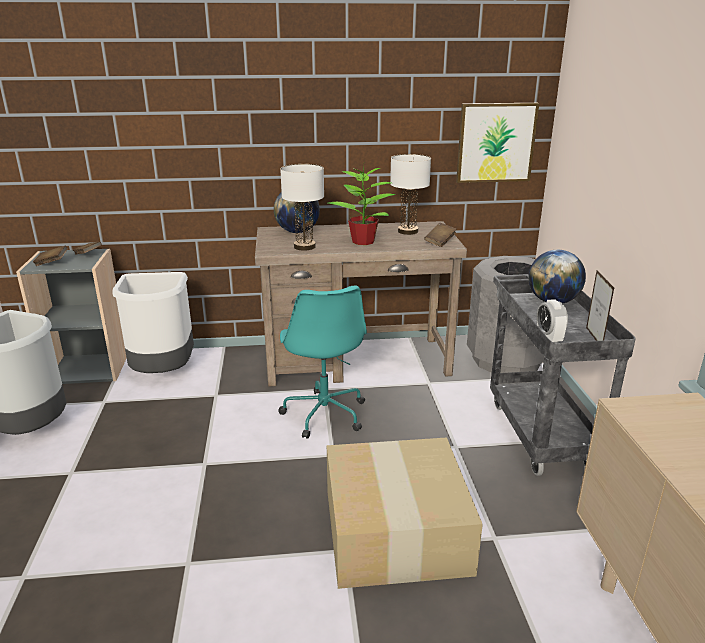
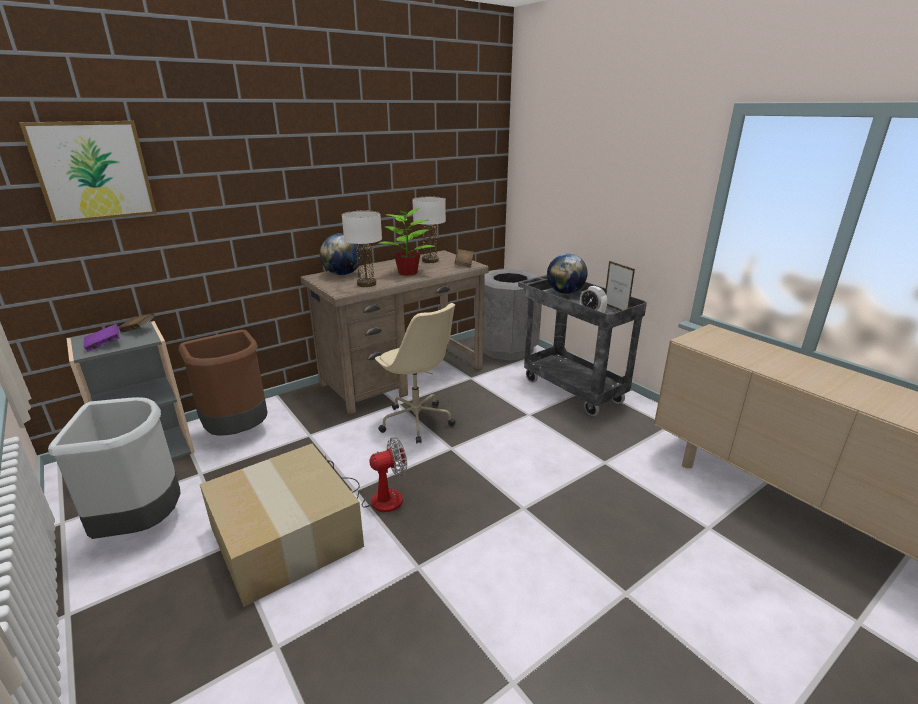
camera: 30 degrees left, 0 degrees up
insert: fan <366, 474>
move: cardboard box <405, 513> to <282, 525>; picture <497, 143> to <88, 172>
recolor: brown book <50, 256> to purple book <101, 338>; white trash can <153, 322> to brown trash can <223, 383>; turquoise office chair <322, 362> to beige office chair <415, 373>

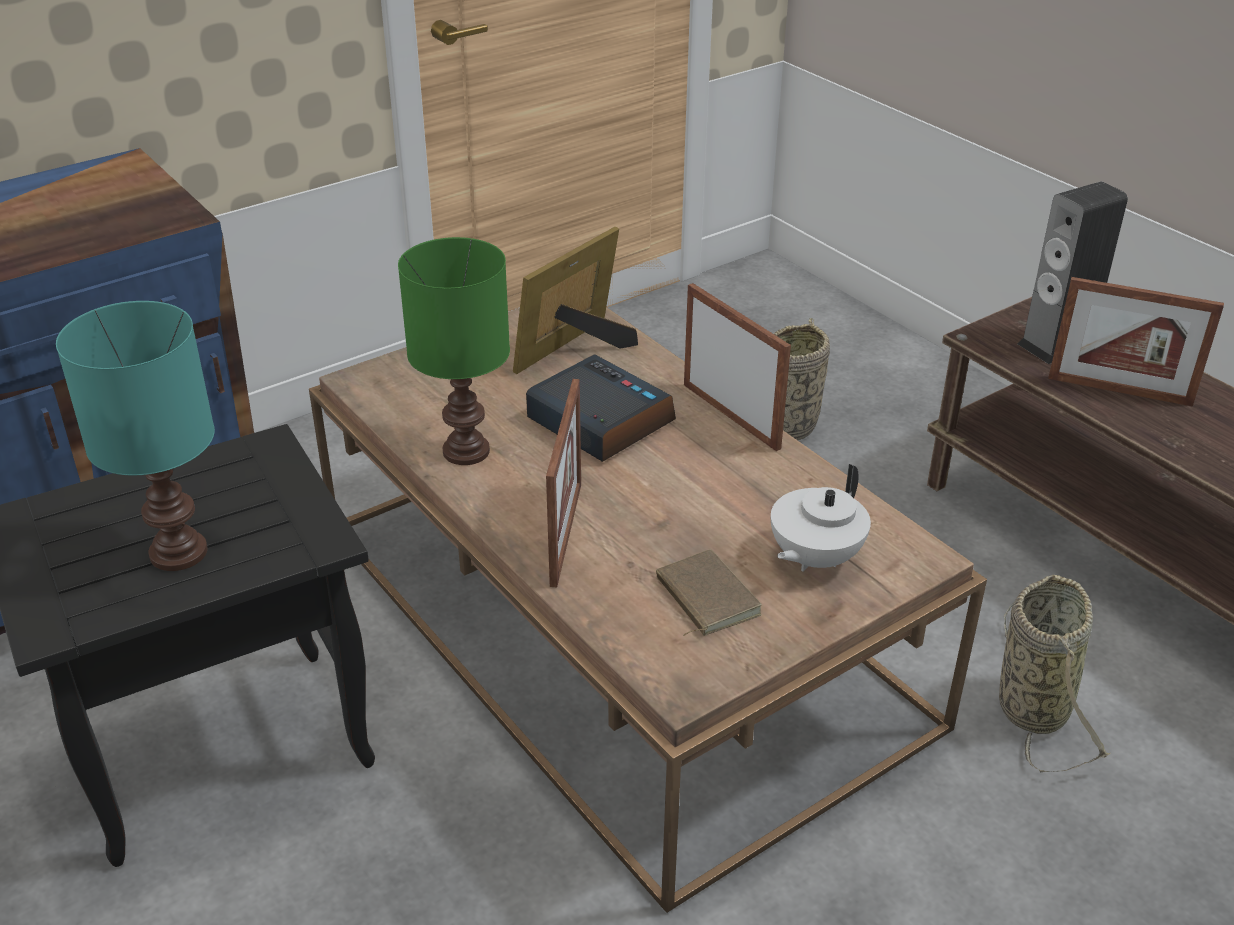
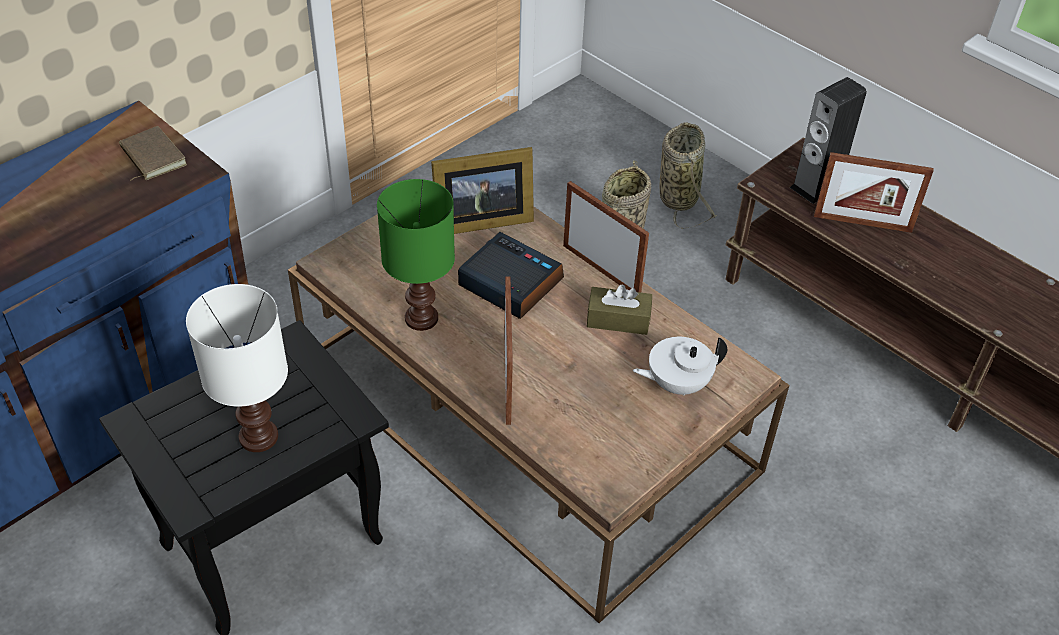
camera: 10 degrees left, 10 degrees up
insert: brown tissue box <619, 309>
move: brown book <709, 592> to <153, 153>; basket <1054, 673> to <688, 175>
recolor: turquoise table lamp <135, 436> to white table lamp <237, 368>
rotate: picture frame <575, 300> = <482, 190> 135 degrees counterclockwise; white teapot <821, 517> = <680, 366> 45 degrees clockwise

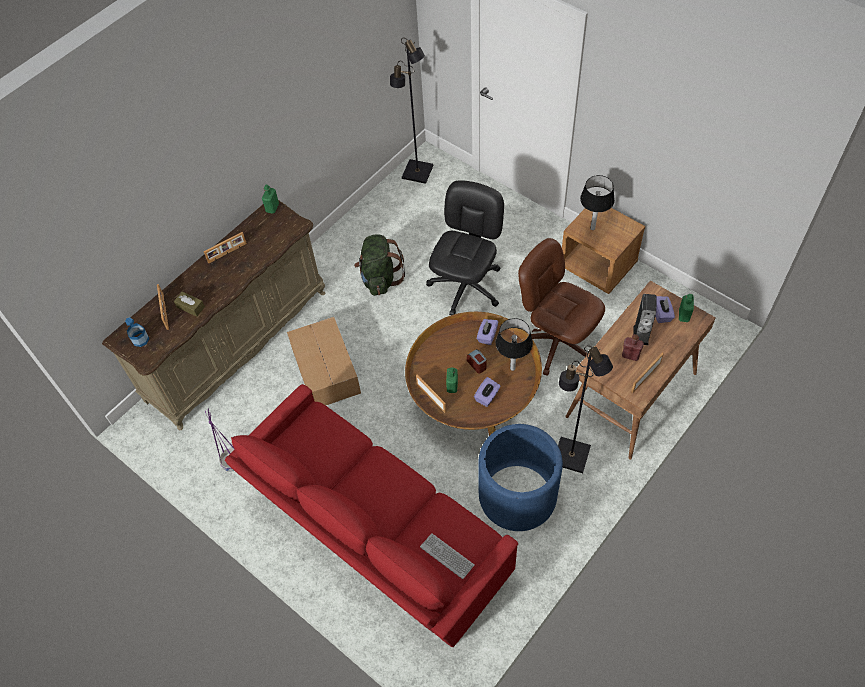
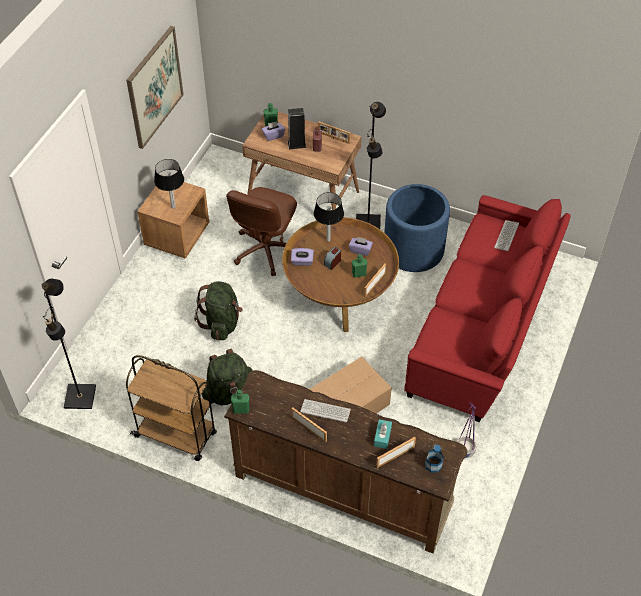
camera: 110 degrees left, 5 degrees down
insert: picture <155, 87>; brown cart <171, 408>; keyboard <325, 410>
replace: black office chair <465, 247> to green backpack <218, 310>
recolor: brown tissue box <189, 304> to turquoise tissue box <383, 434>

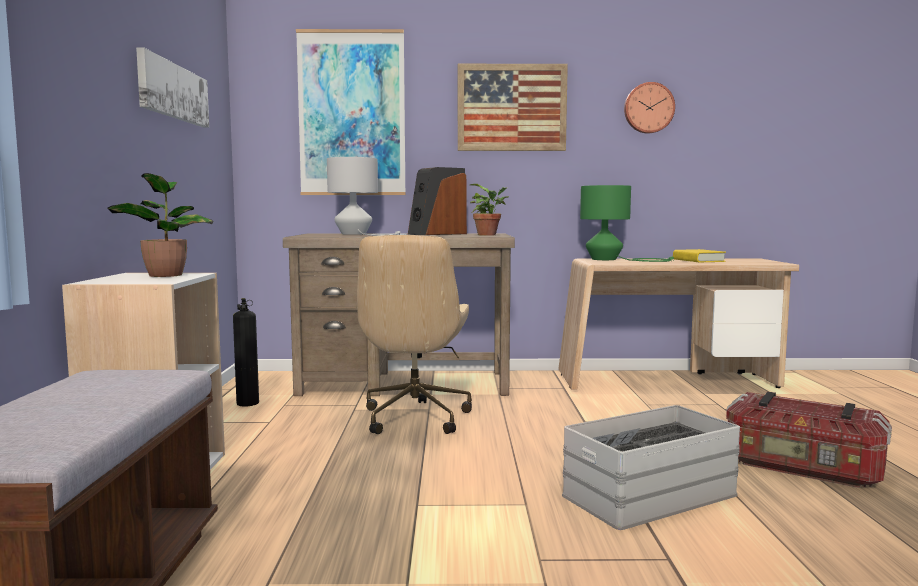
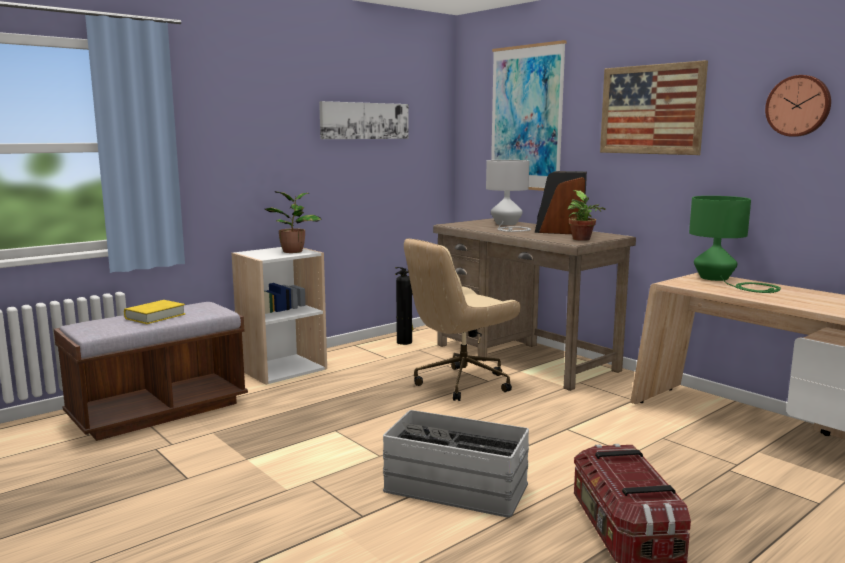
camera: 50 degrees right, 5 degrees up
move: yellow book <699, 255> to <155, 312>

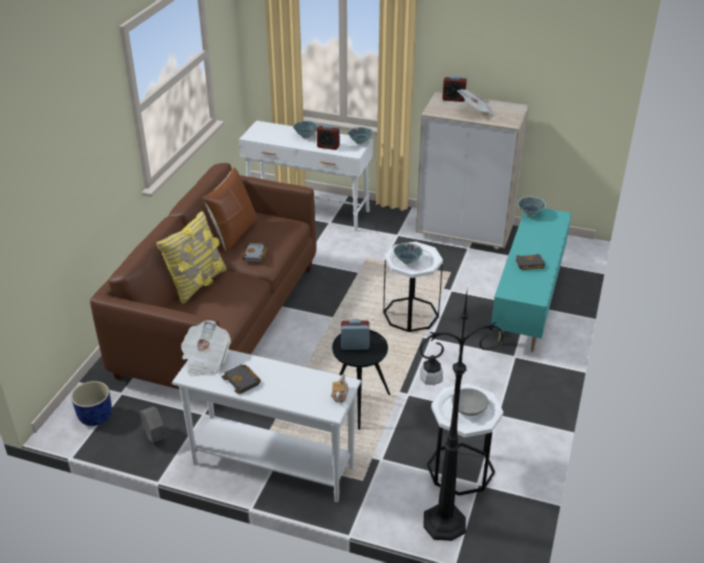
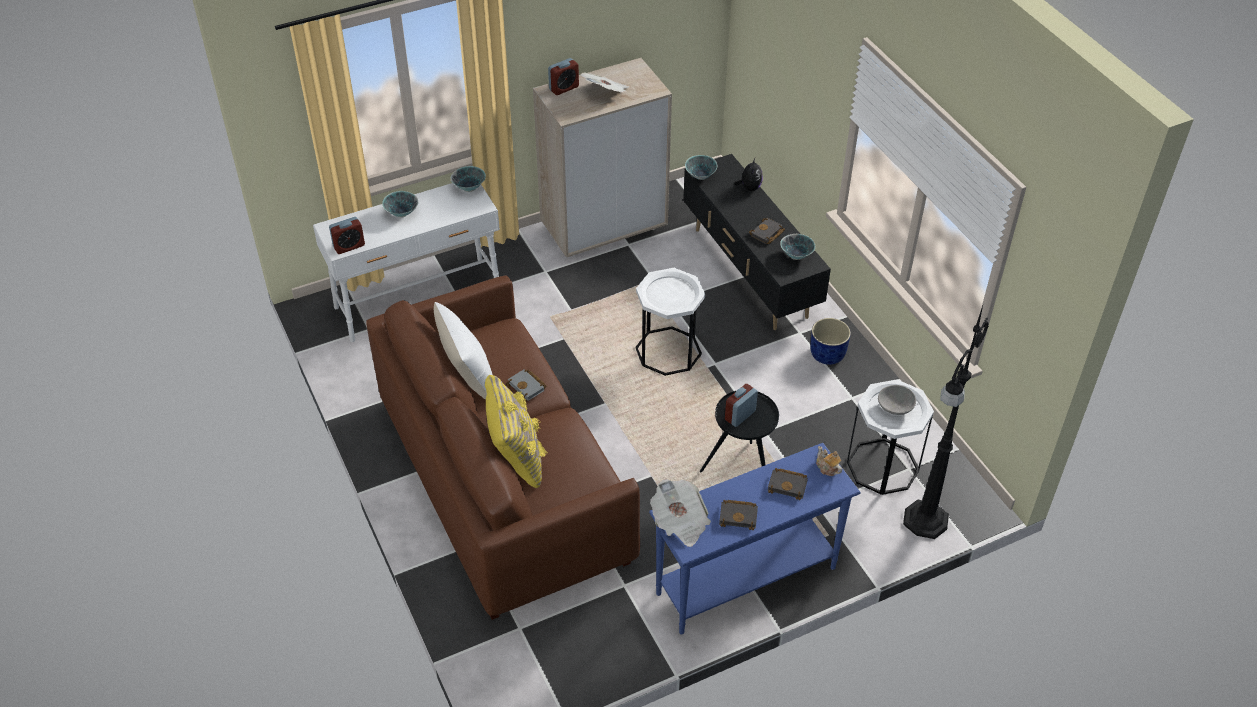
camera: 45 degrees left, 10 degrees up
delete: grey planter <153, 424>
insert: plush toy <748, 174>; black book <787, 484>
move: blue planter <91, 403> to <830, 341>; alarm clock <328, 137> to <347, 235>; bowl <408, 253> to <797, 247>
recolor: white console table <266, 426> to blue console table <755, 539>; brown pillow <230, 209> to white pillow <463, 351>; turquoise tv stand <531, 280> to black tv stand <757, 242>

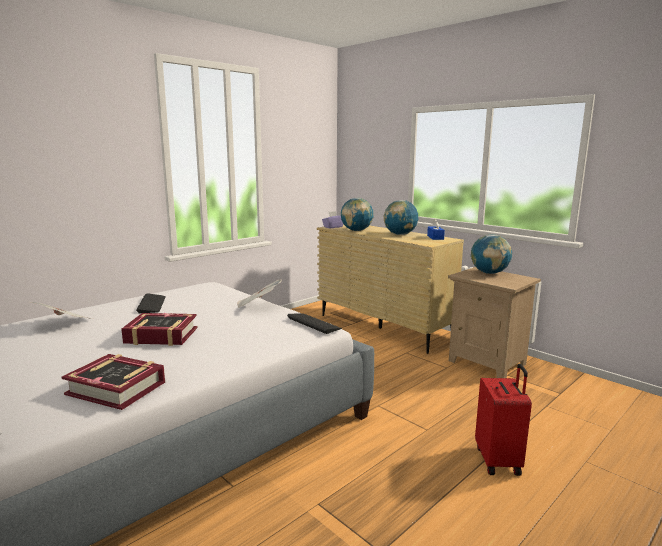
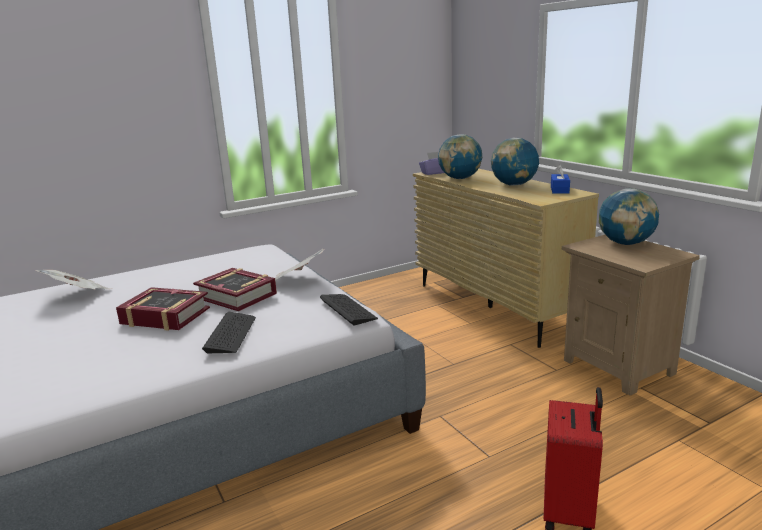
camera: 15 degrees right, 5 degrees up
move: book <113, 382> to <235, 289>; keyboard <150, 303> to <229, 332>

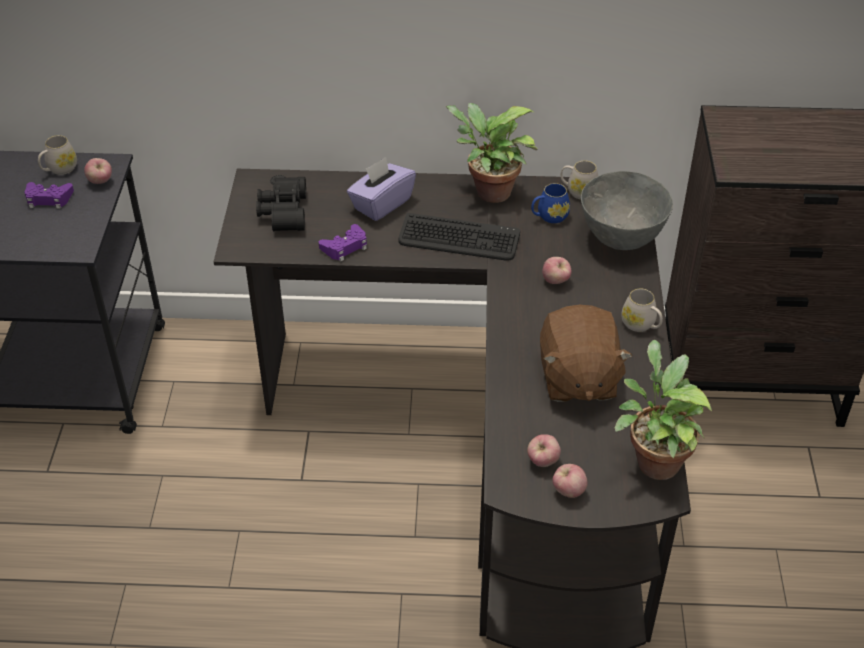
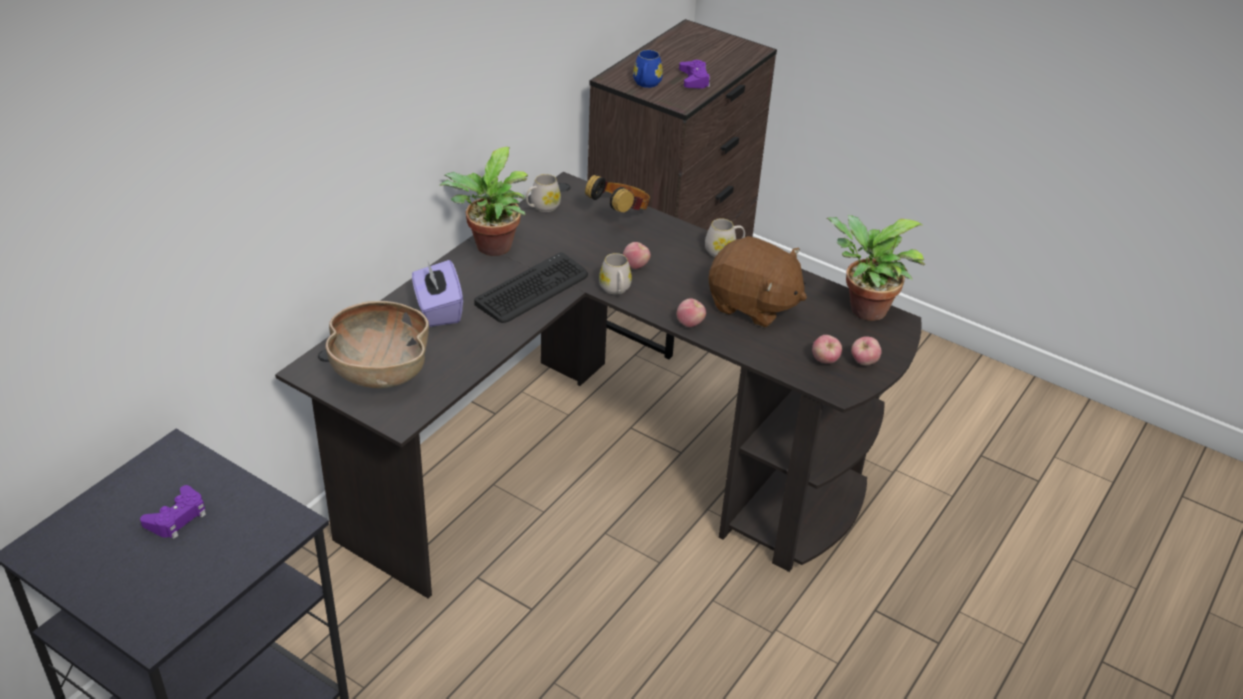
camera: 60 degrees left, 5 degrees down
move: white mug <57, 155> to <615, 273>; apple <98, 171> to <691, 312>; purple game controller <343, 243> to <694, 74>; blue mug <550, 203> to <648, 69>
replace: black binoculars <281, 204> to brown bowl <377, 345>; grey bowl <627, 210> to headphones <617, 194>

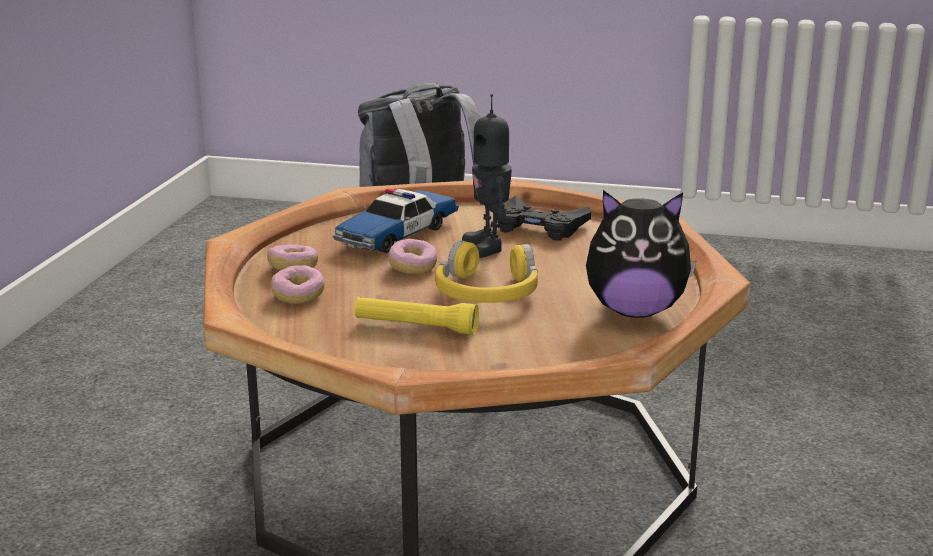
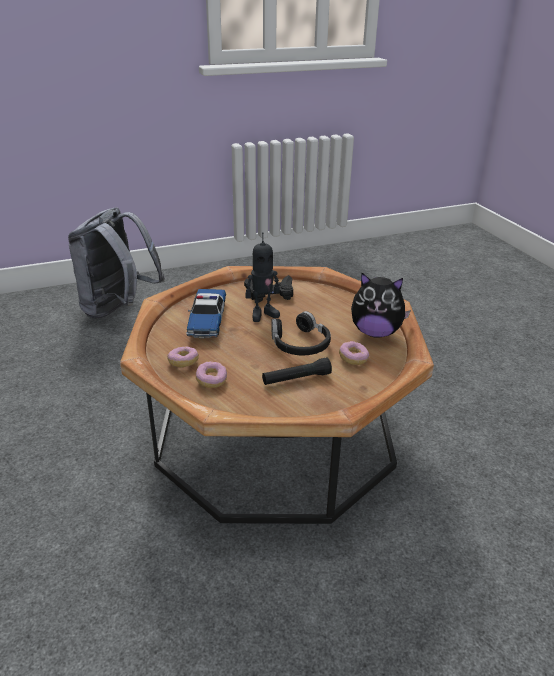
camera: 35 degrees left, 10 degrees up
move: donut <412, 256> to <354, 353>
recolor: yellow flashlight <416, 315> to black flashlight <297, 371>; yellow headphones <486, 272> to black headphones <301, 333>
rotate: toy robot <487, 176> = <262, 277> 60 degrees counterclockwise; plush toy <641, 254> = <381, 305> 45 degrees clockwise

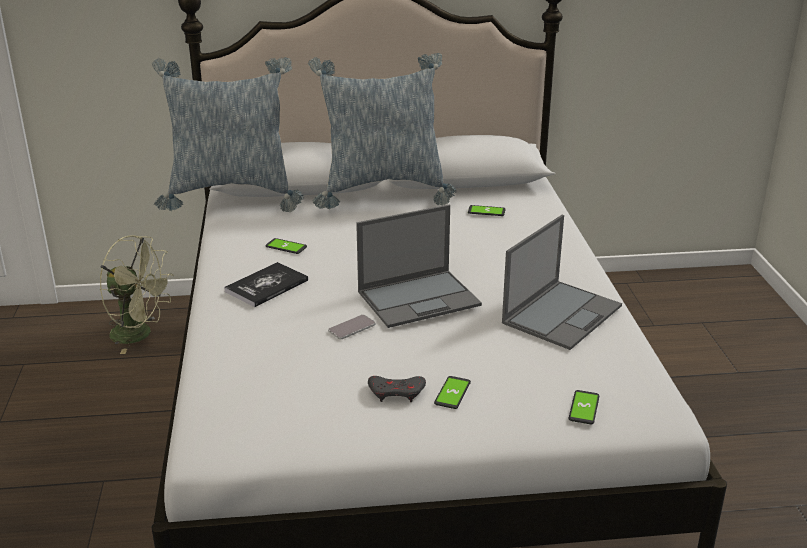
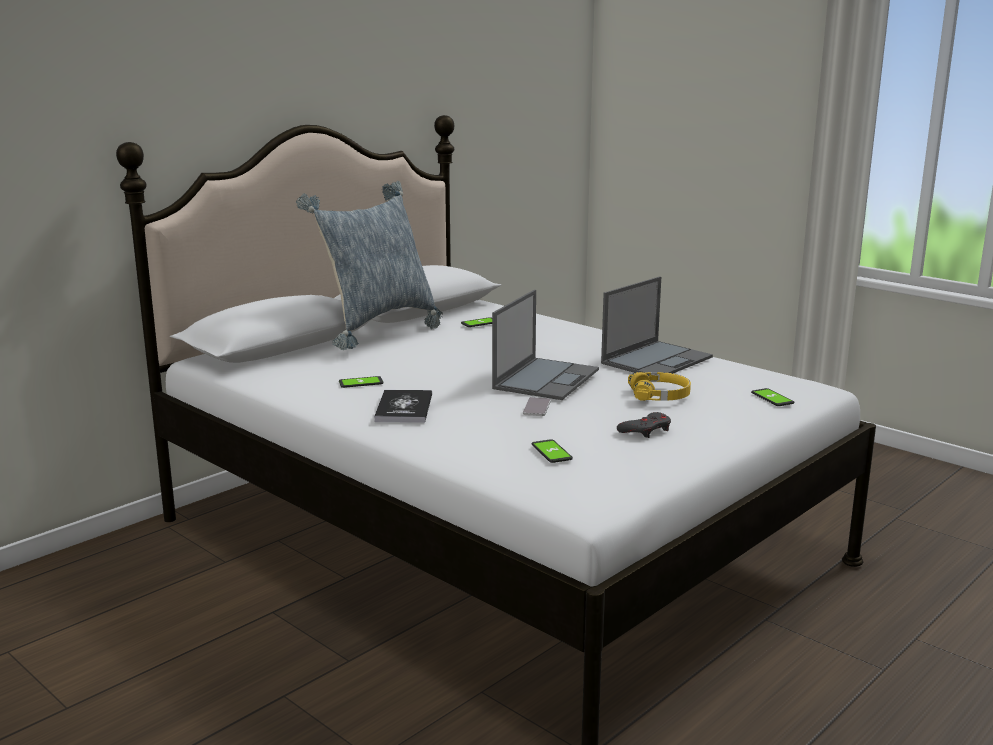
camera: 40 degrees left, 10 degrees down
delete: green fan <137, 294>; pillow <228, 134>
insert: yellow headphones <659, 386>
move: phone <452, 392> to <552, 451>
rotate: laptop <562, 282> = <657, 326> 45 degrees clockwise

